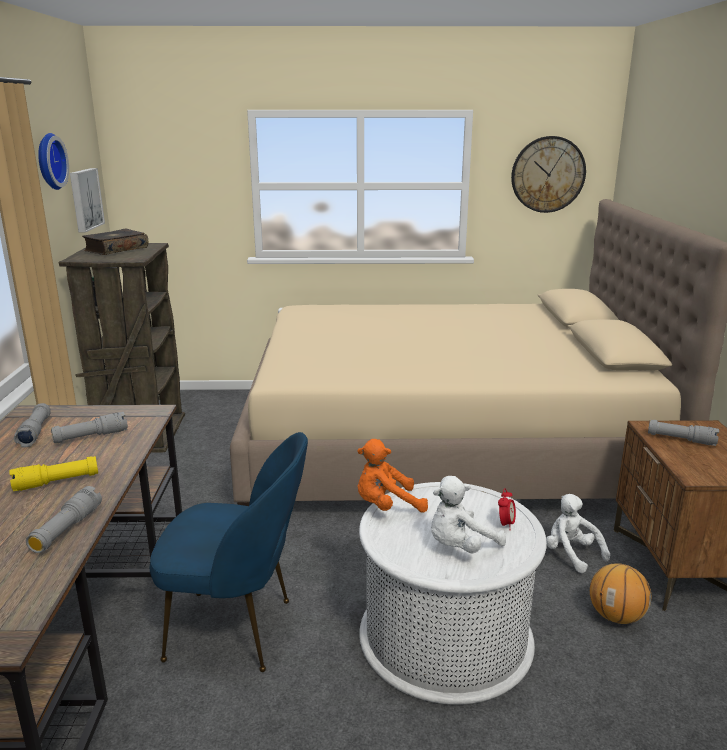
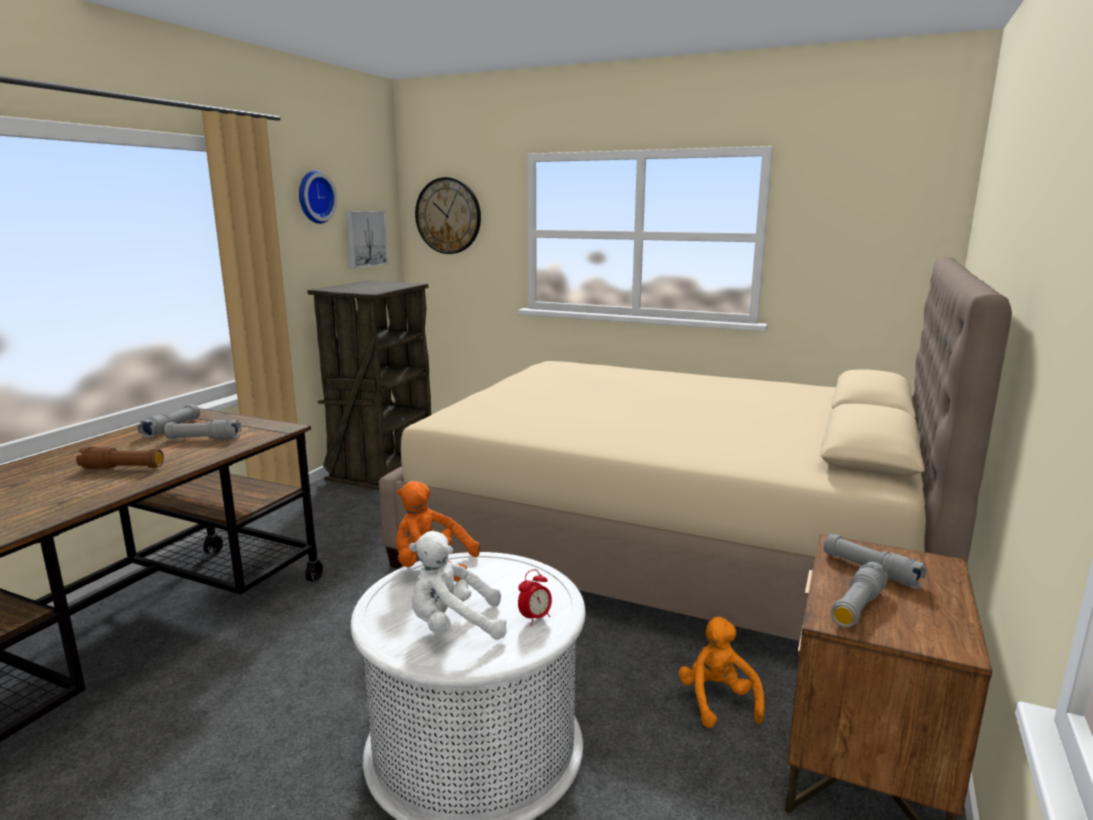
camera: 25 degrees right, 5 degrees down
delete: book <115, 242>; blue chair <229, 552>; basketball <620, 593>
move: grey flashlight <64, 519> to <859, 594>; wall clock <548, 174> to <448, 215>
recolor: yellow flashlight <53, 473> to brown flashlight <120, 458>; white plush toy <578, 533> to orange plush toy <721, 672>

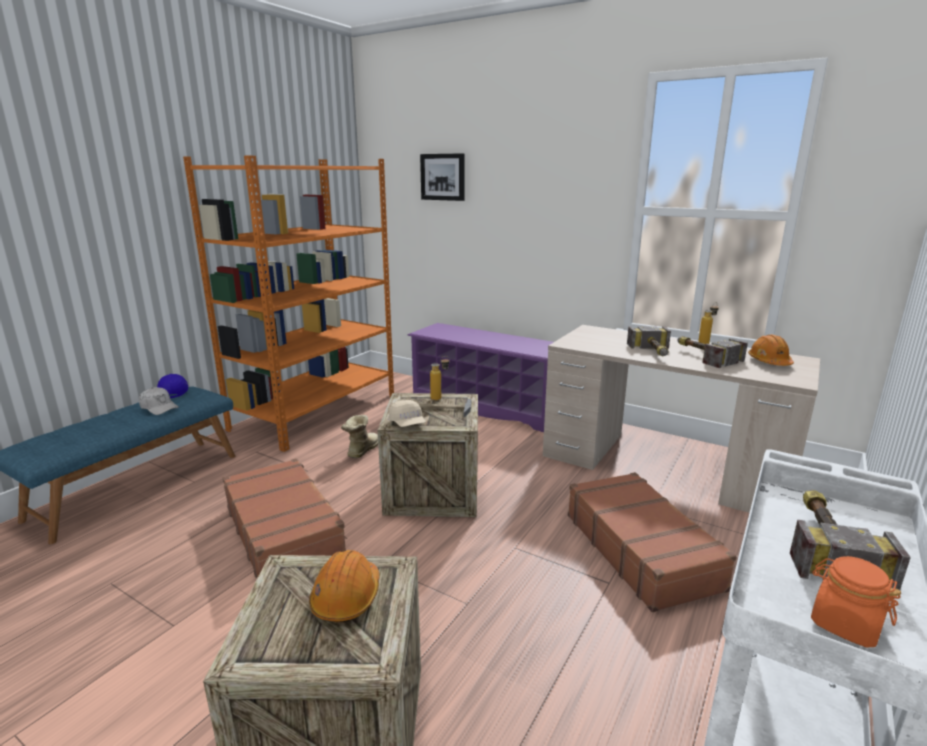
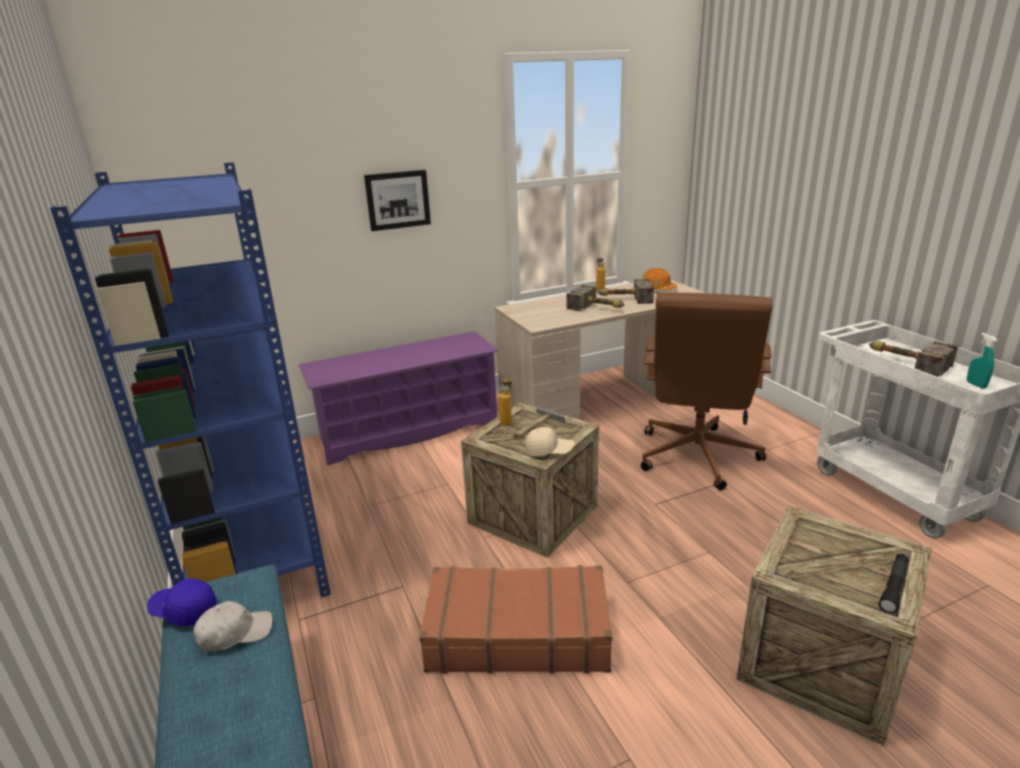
camera: 55 degrees left, 5 degrees up
delete: orange hard hat <344, 586>; boot <359, 436>
insert: black flashlight <894, 584>
move: picture <442, 177> to <397, 200>
replace: brown suitcase <652, 542> to brown office chair <706, 391>; orange jar <856, 602> to turquoise spray bottle <982, 361>
recolor: orange bookcase <288, 304> to blue bookcase <190, 380>

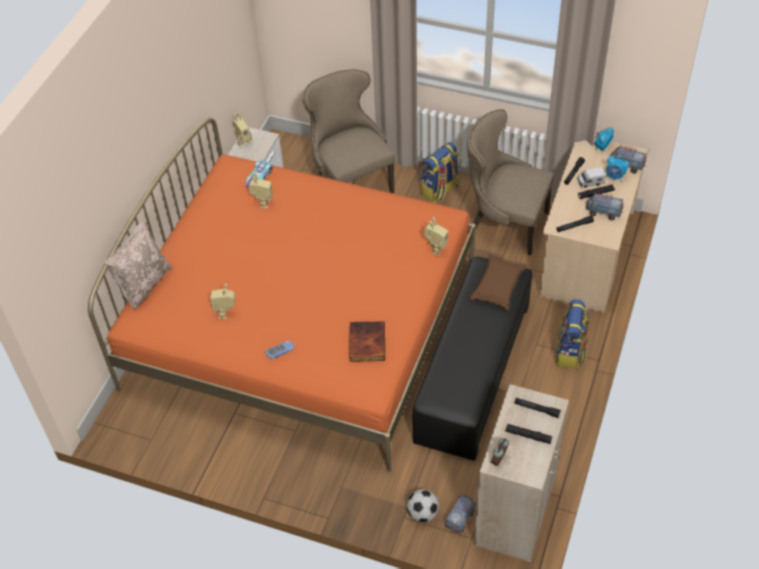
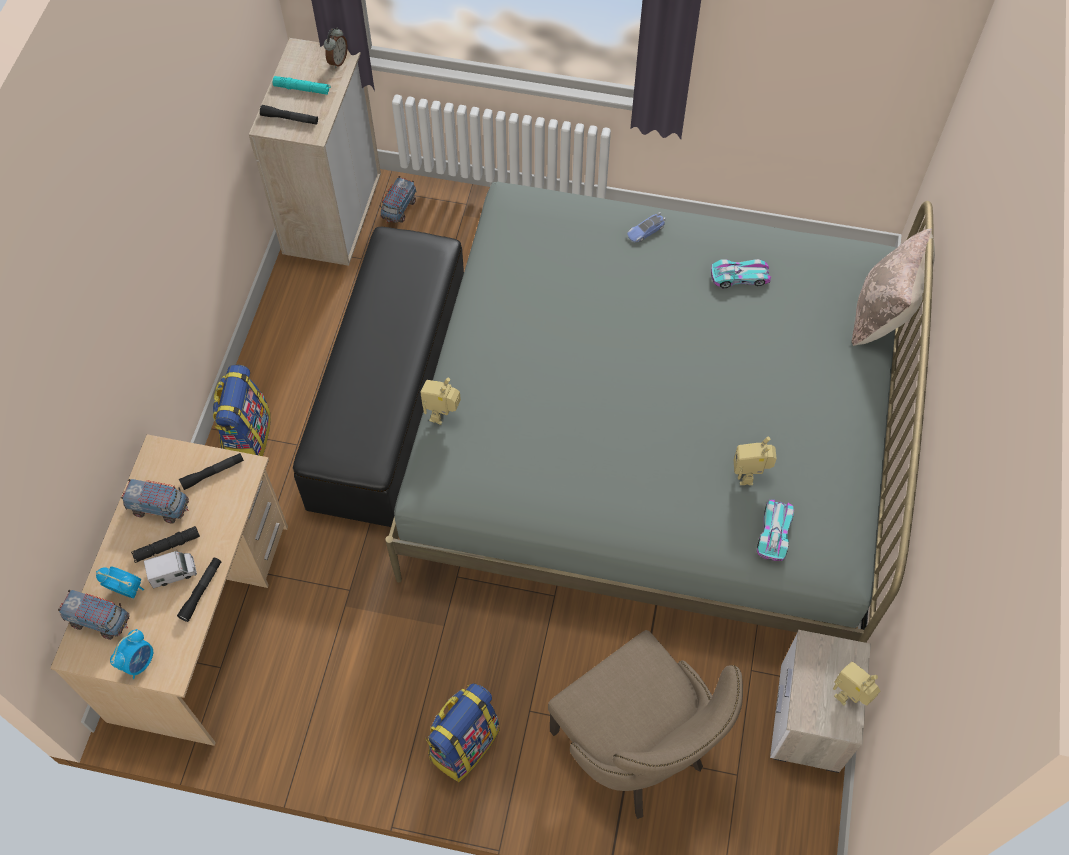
camera: 170 degrees right, 10 degrees up
delete: book <367, 341>; football <423, 505>; beige chair <510, 182>; brown pillow <498, 282>
replace: toy robot <223, 301> to toy car <741, 273>
recolor: orange bed <282, 295> to grey bed <659, 412>; black flashlight <528, 434> to turquoise flashlight <302, 85>

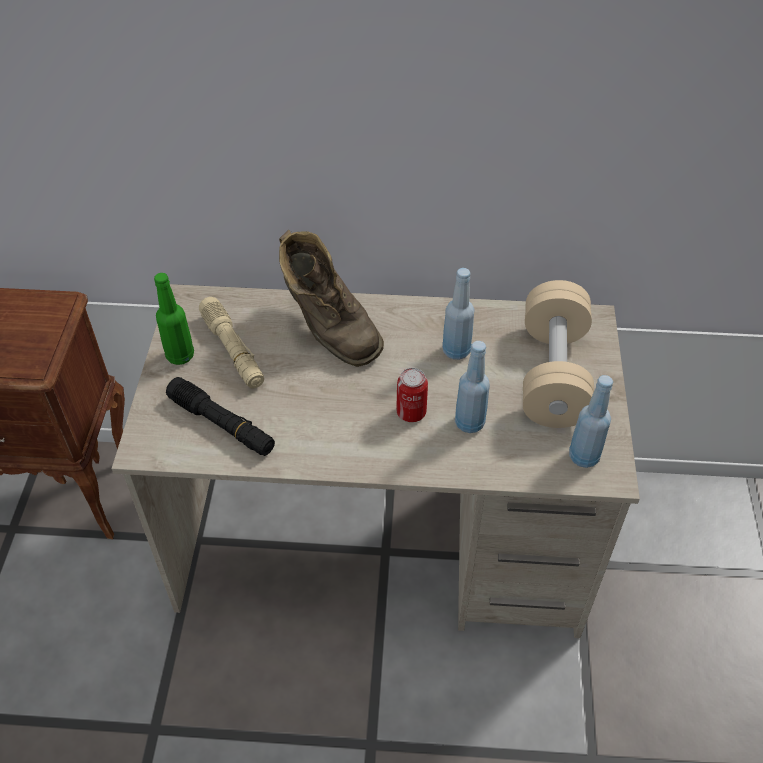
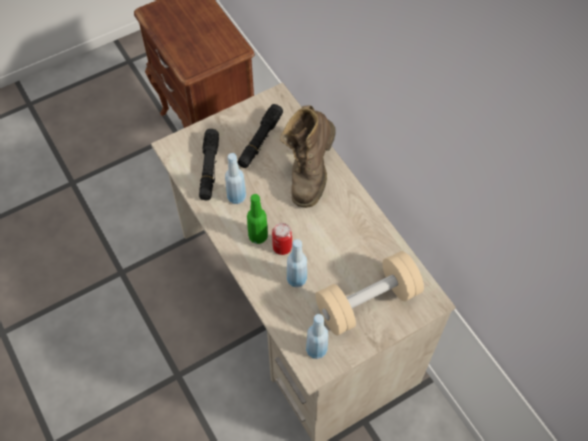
camera: 55 degrees right, 10 degrees up
move: green bottle <174, 319> to <257, 219>; blue bottle <458, 314> to <235, 178>
recolor: beige flashlight <231, 342> to black flashlight <260, 136>

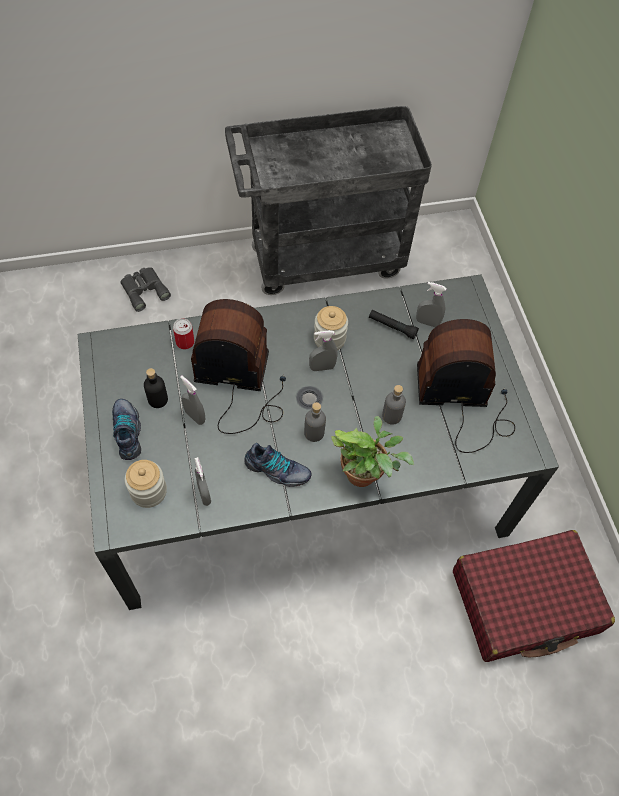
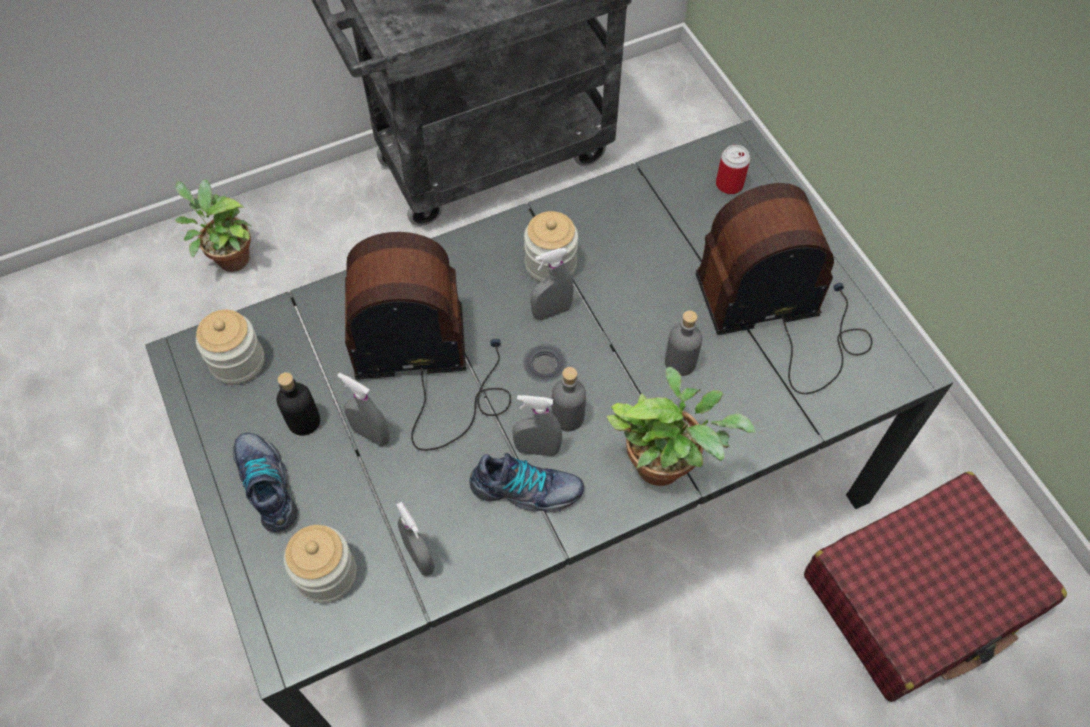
camera: 10 degrees left, 0 degrees up
delete: black flashlight <394, 324>
insert: jar <230, 347>
move: can <183, 334> to <733, 169>; grey spray bottle <431, 304> to <537, 425>
replace: grey binoculars <145, 289> to potted plant <213, 225>

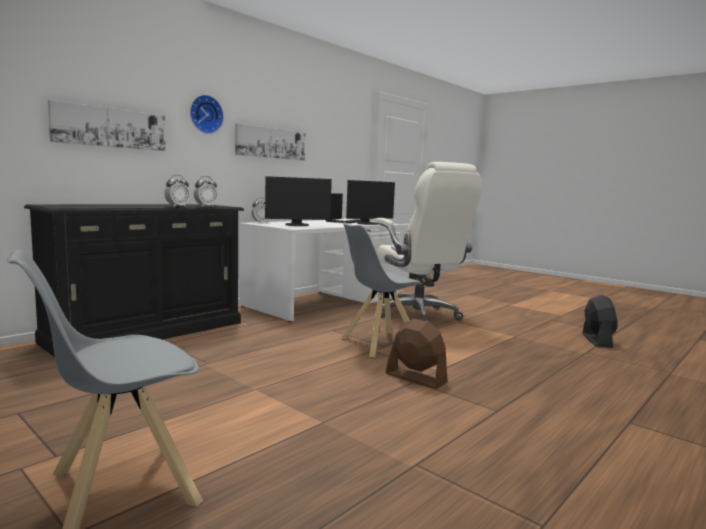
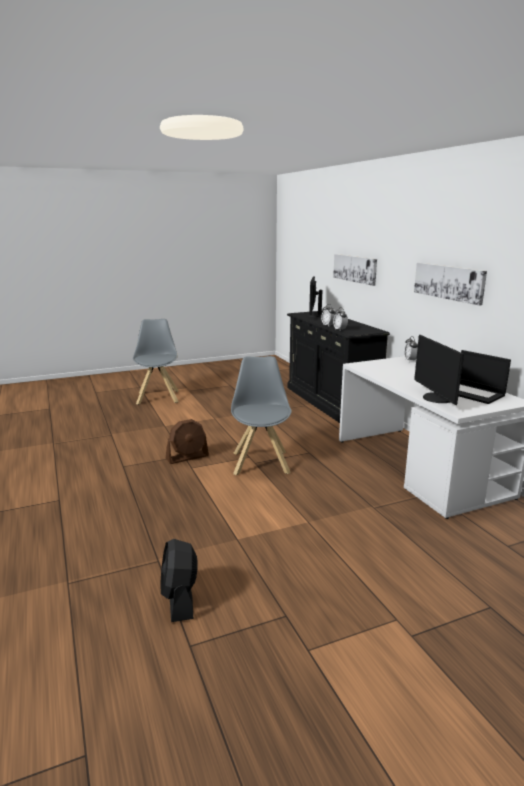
camera: 115 degrees right, 10 degrees up
delete: wall clock <207, 114>; white office chair <427, 241>
move: monitor <298, 201> to <314, 296>
rotate: black fan <599, 321> = <179, 580> 45 degrees clockwise

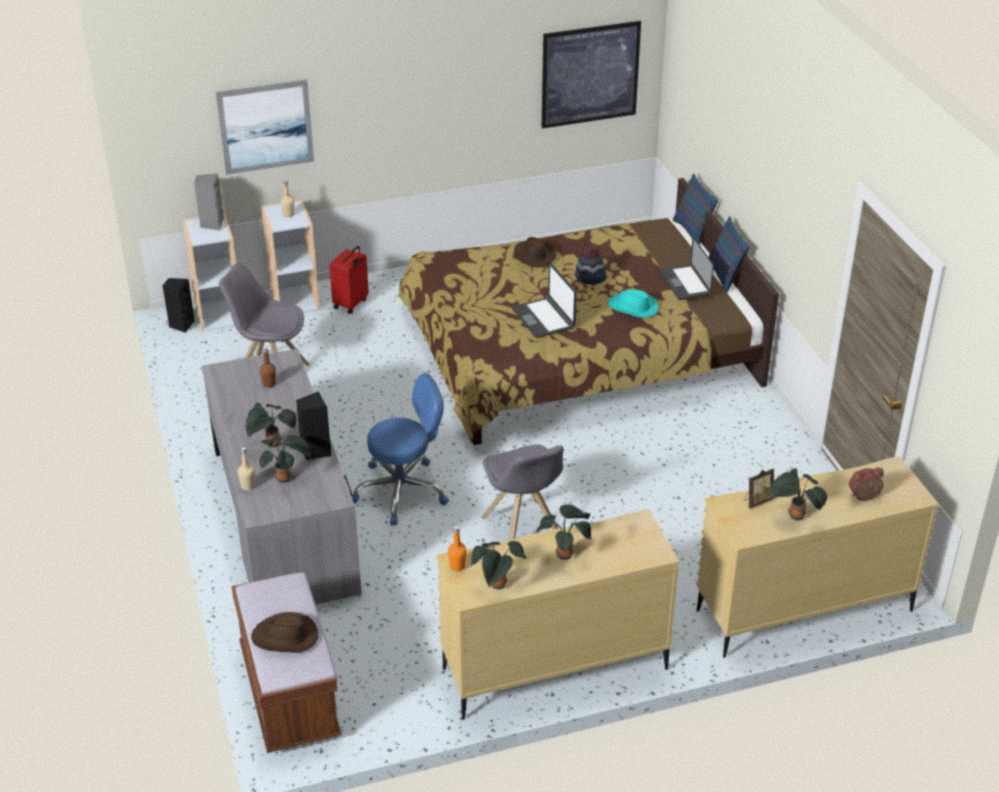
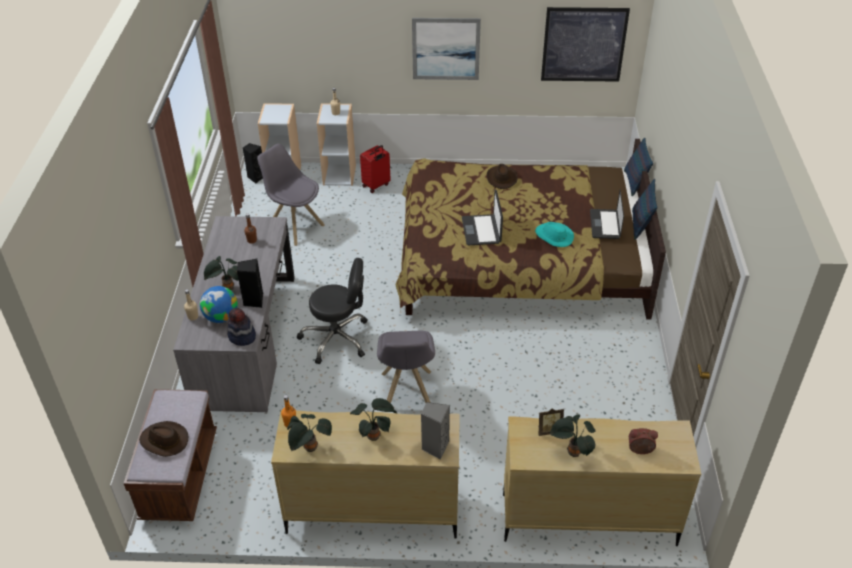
camera: 20 degrees right, 5 degrees up
move: grey speaker <209, 202> to <435, 431>; picture <265, 127> to <446, 49>; hat <590, 263> to <241, 327>
replace: potted plant <285, 459> to globe <219, 304>
recolor: blue office chair <400, 449> to black office chair <332, 311>

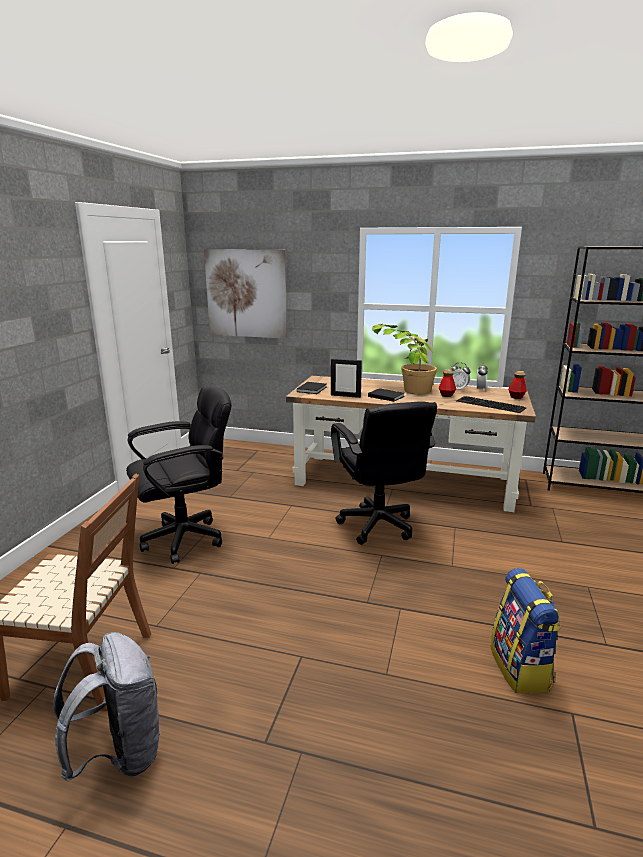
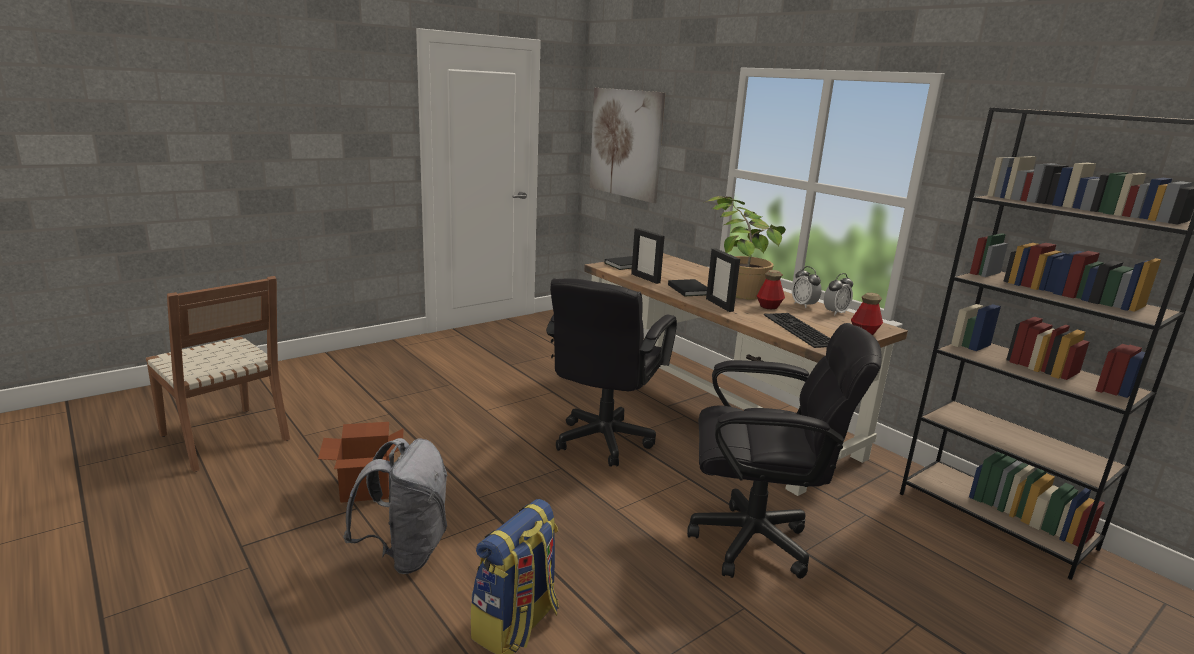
camera: 35 degrees right, 0 degrees up
insert: cardboard box <361, 462>; picture frame <723, 280>
move: grey backpack <107, 707> to <395, 506>; black office chair <179, 475> to <784, 451>

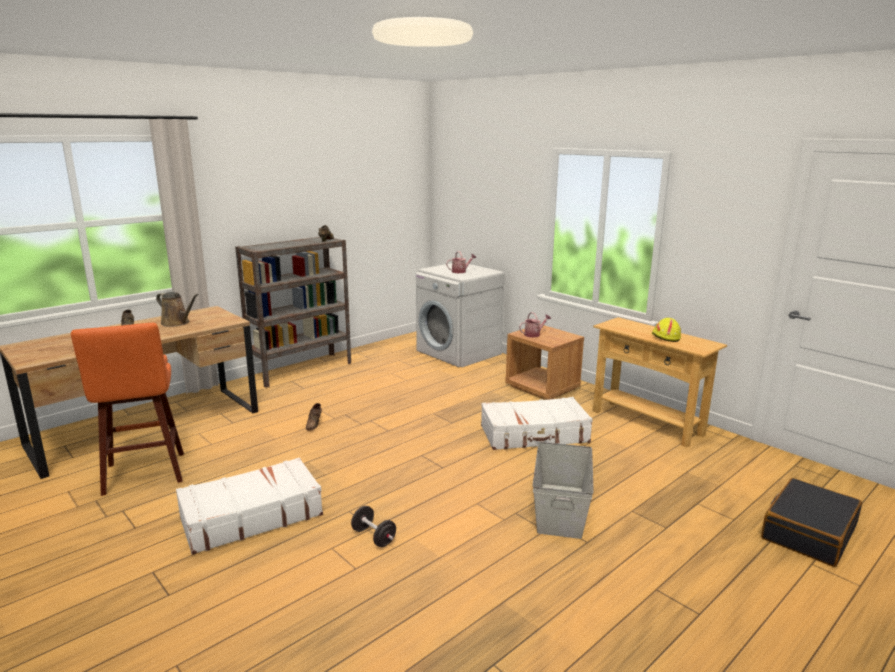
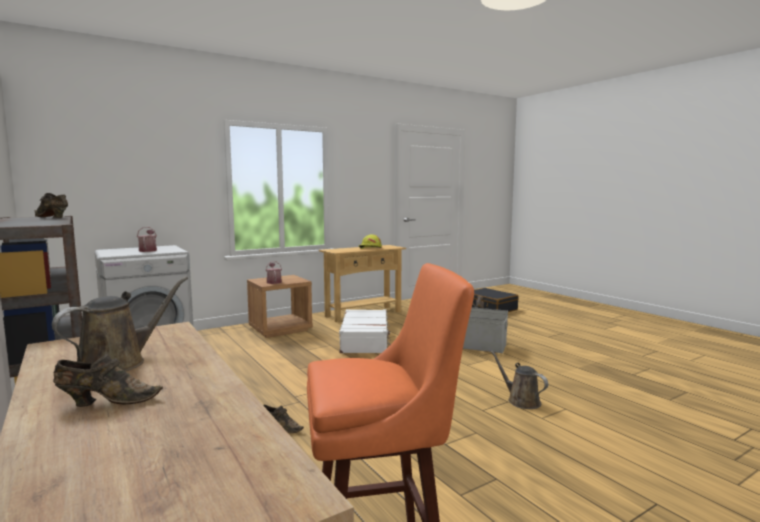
camera: 80 degrees left, 10 degrees down
delete: white suitcase <249, 506>
replace: black dumbbell <373, 526> to brown watering can <519, 380>

